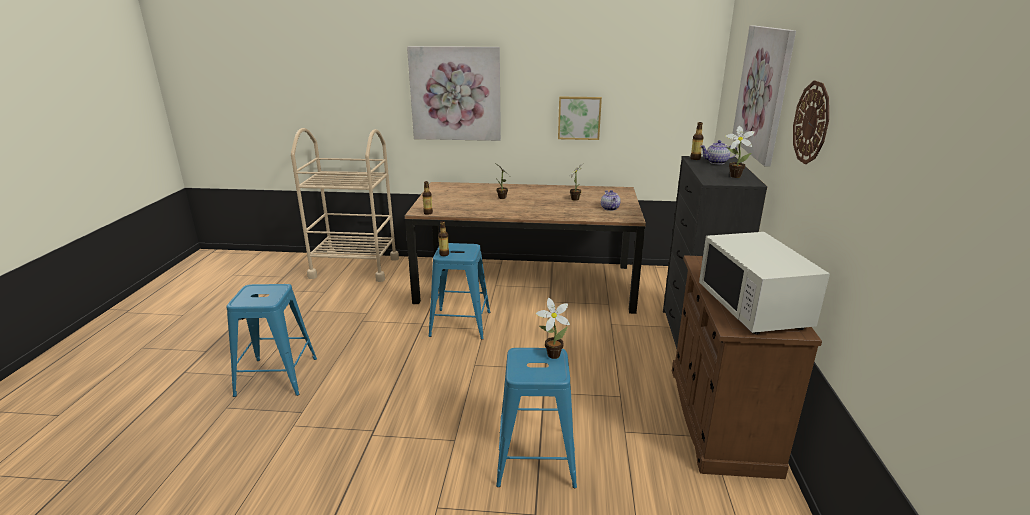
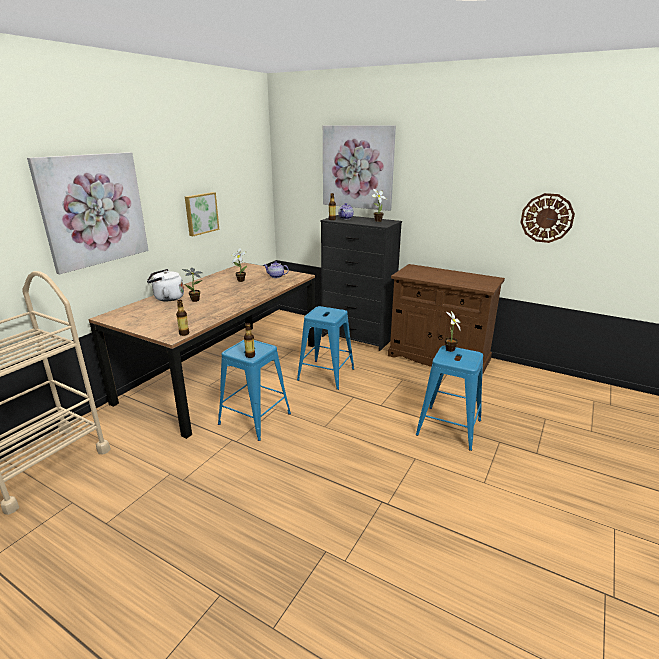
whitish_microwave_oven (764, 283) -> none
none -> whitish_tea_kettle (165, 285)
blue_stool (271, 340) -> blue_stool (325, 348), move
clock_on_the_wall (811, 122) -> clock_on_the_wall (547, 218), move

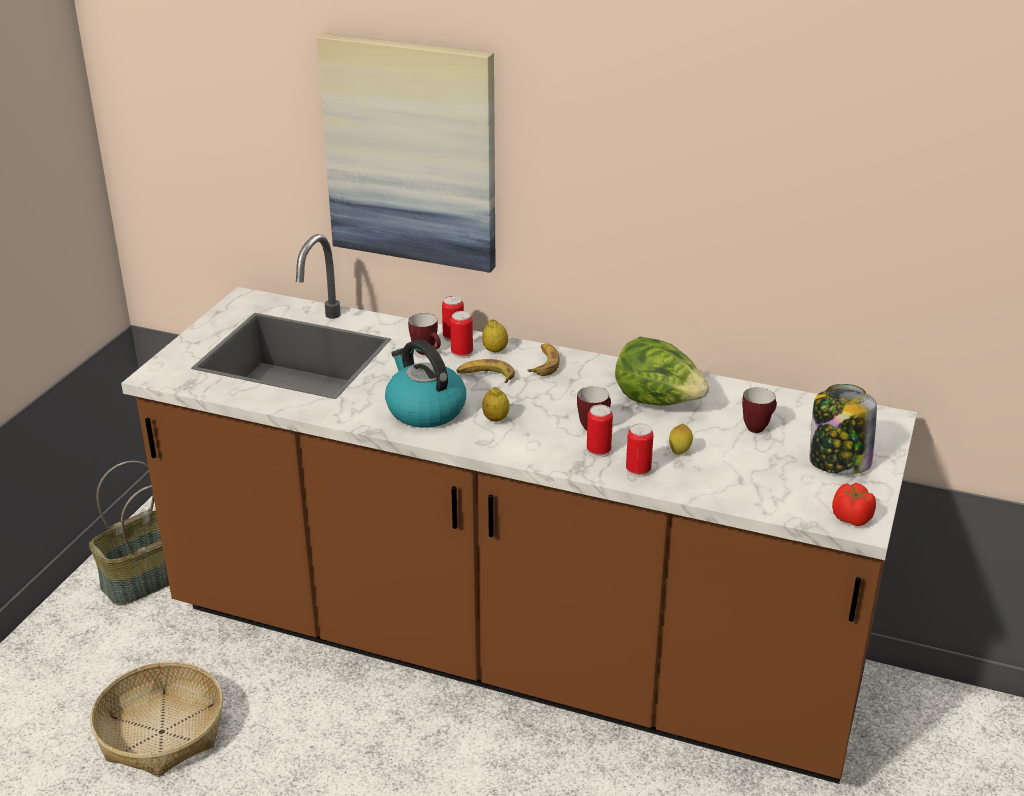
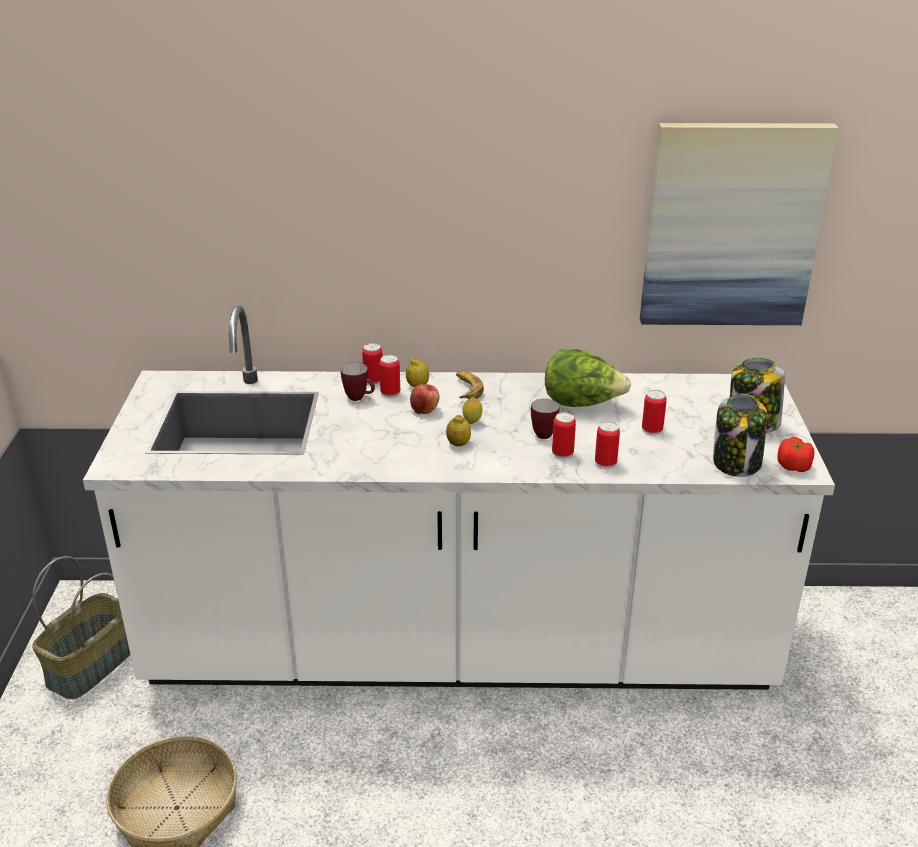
tea_kettle (425, 383) -> none
coffee_mug (759, 410) -> none
none -> can (654, 413)
none -> storage_jar (740, 435)
picture (406, 153) -> picture (739, 224), move
lemon (681, 439) -> lemon (472, 410), move
whole_banana (486, 371) -> apple_fruit (424, 399)
brown_kitchen_base_unit (519, 509) -> whitish_kitchen_base_unit (459, 498)

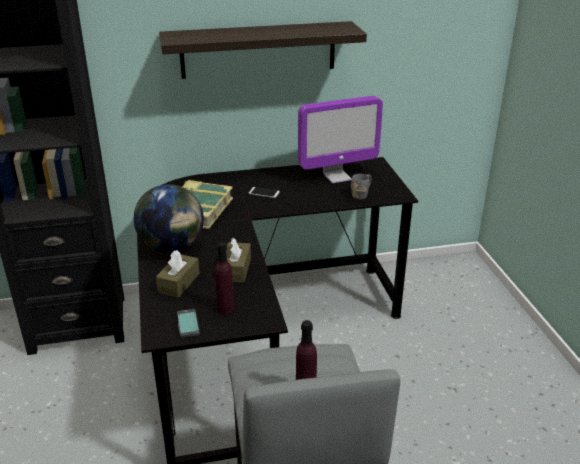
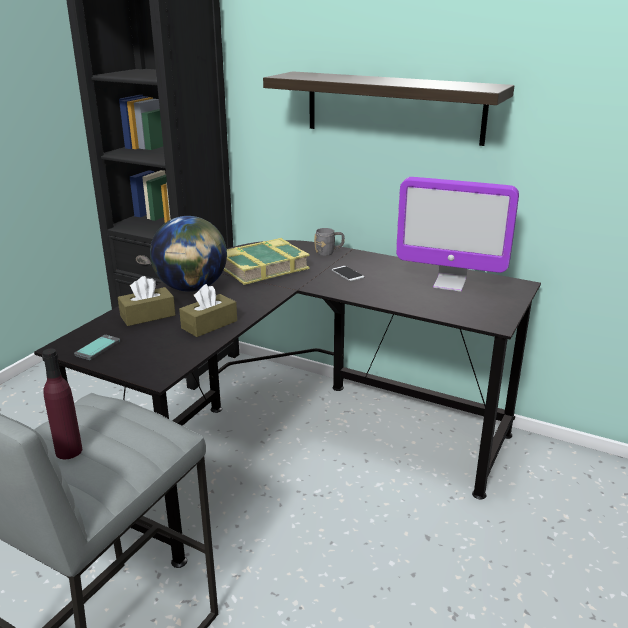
purplish_beverage_bottle (224, 278) -> none
grey_coffee_mug (361, 187) -> grey_coffee_mug (329, 242), move

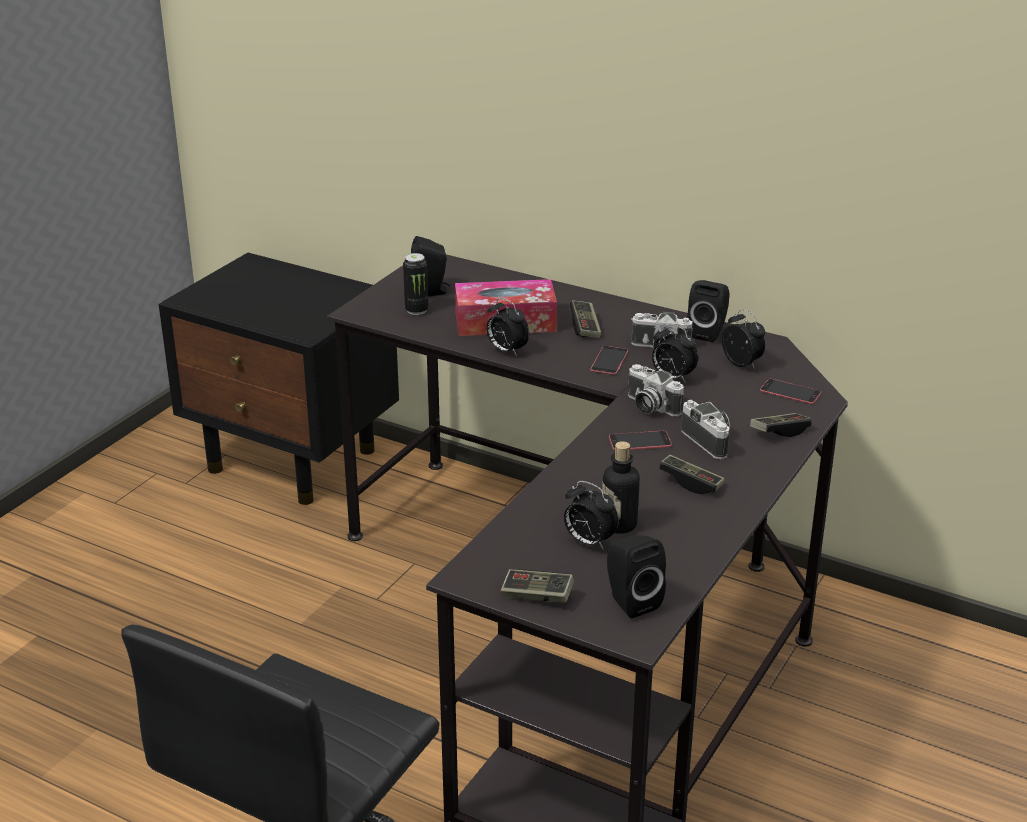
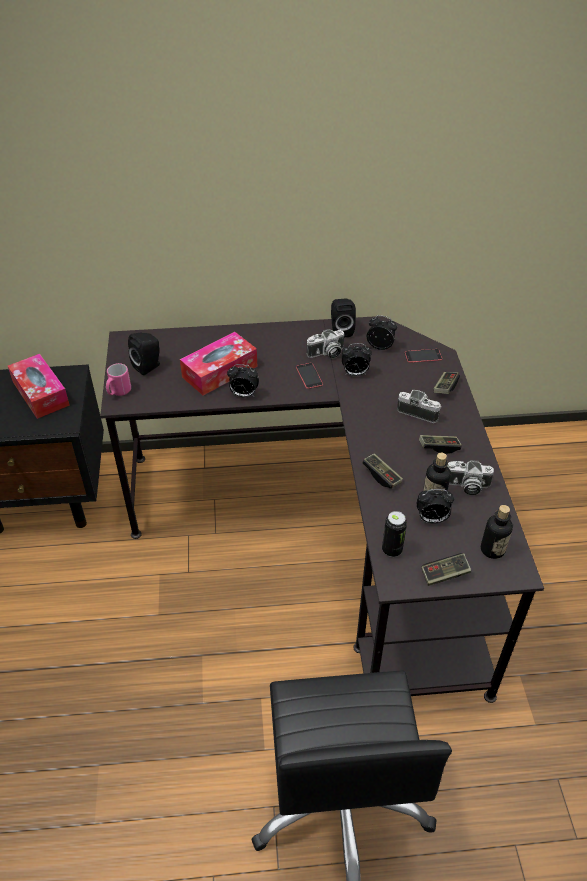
telephone (640, 441) -> none
none -> tissue_box (39, 386)
none -> pinkish_coffee_mug (118, 379)
can (415, 284) -> can (394, 534), move
joypad (585, 319) -> joypad (382, 471), move
still_camera (656, 390) -> still_camera (471, 477), move
blackish_audio_speaker (636, 576) -> beverage_bottle (497, 532)

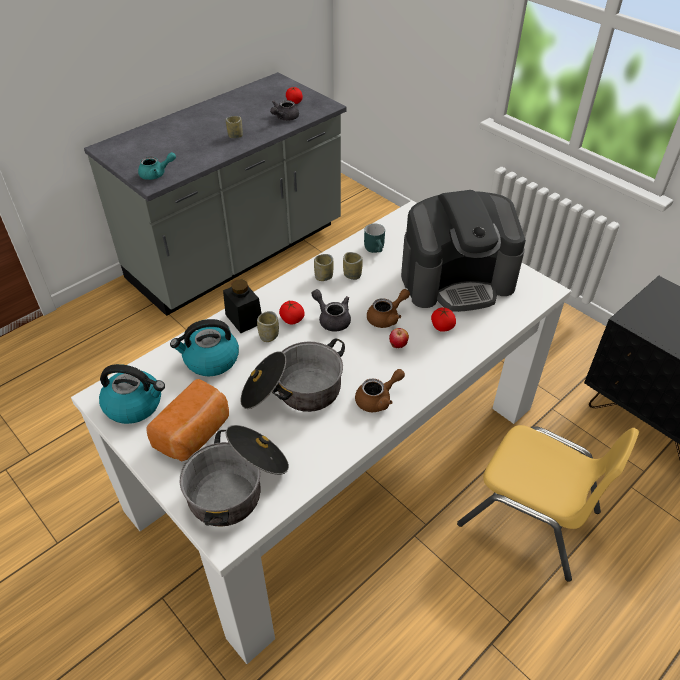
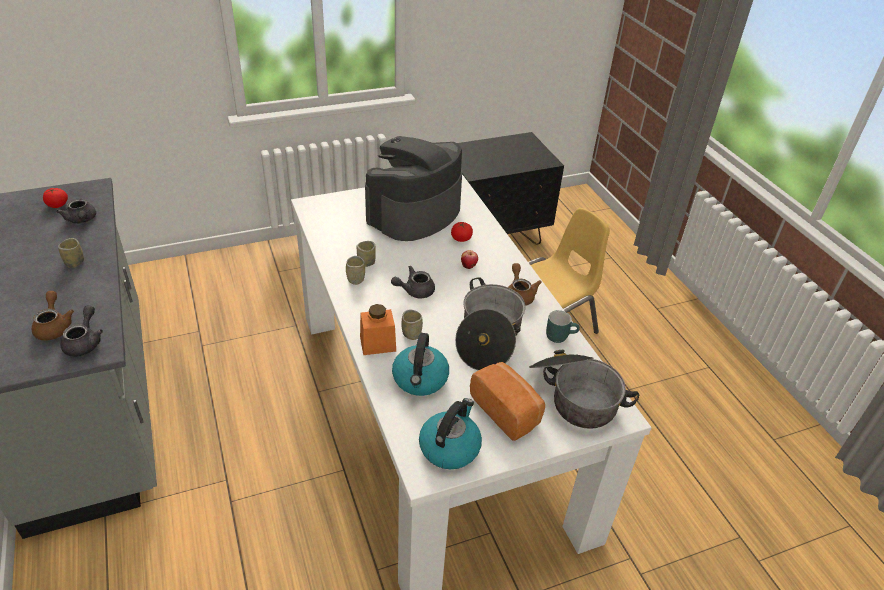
whole_tomato (292, 312) -> none
turquoise_coffee_mug (374, 238) -> turquoise_coffee_mug (563, 326), move
brown_pot_for_tea (388, 308) -> brown_pot_for_tea (53, 315), move
turquoise_pot_for_tea (157, 166) -> grey_pot_for_tea (82, 331)
blackish_storage_jar (242, 306) -> orange-coloured_storage_jar (378, 329)
coffee_maker (463, 251) -> coffee_maker (413, 188), 150 degrees counterclockwise

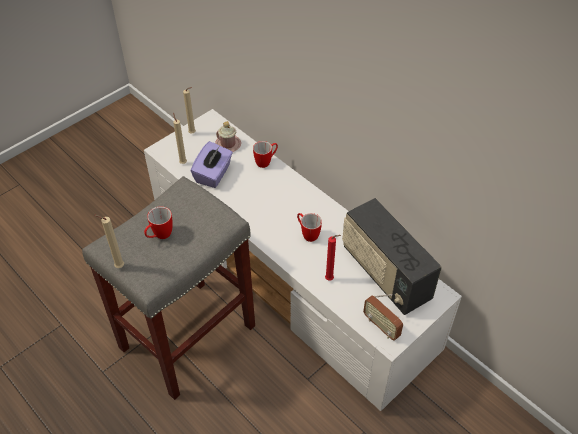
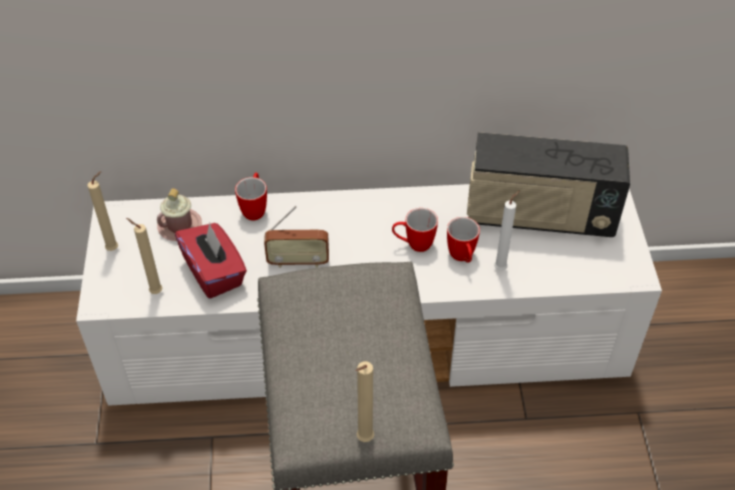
coffee_mug (158, 222) -> coffee_mug (463, 240), move
radio (383, 317) -> radio (296, 237), move
purplish_tissue_box (212, 164) -> reddish_tissue_box (211, 261)
reddish_candle (333, 258) -> whitish_candle (507, 231)

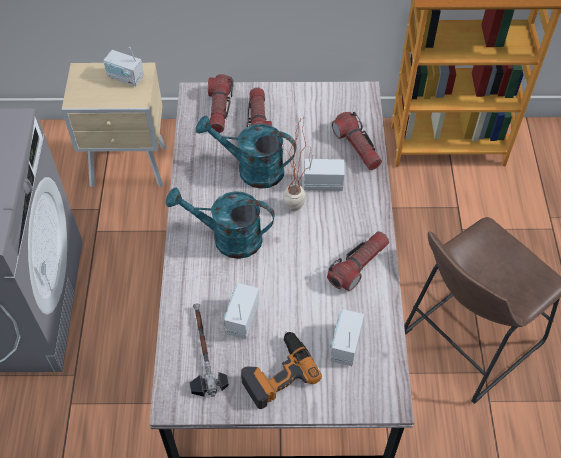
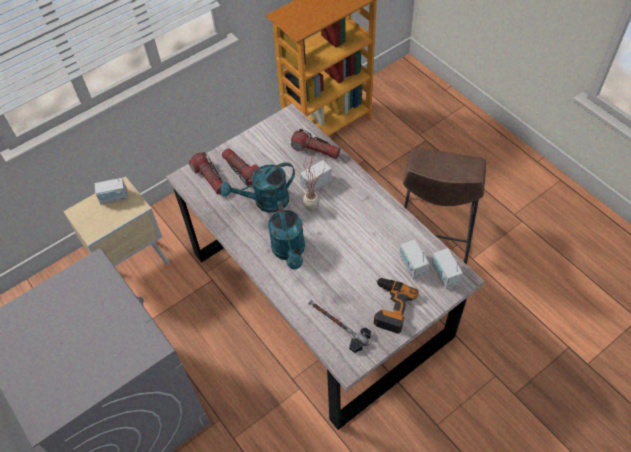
flashlight (358, 261) -> none
radio (241, 311) -> radio (447, 268), move
turquoise_sprinkling_can (220, 223) -> turquoise_sprinkling_can (286, 235), 75 degrees counterclockwise

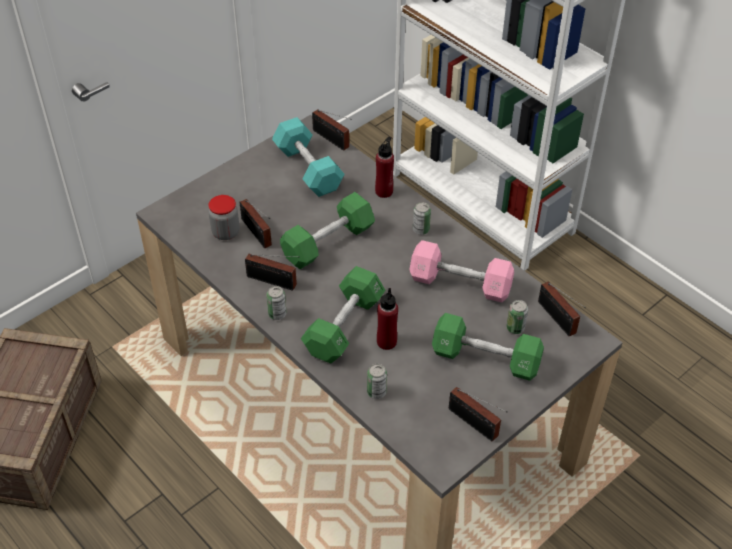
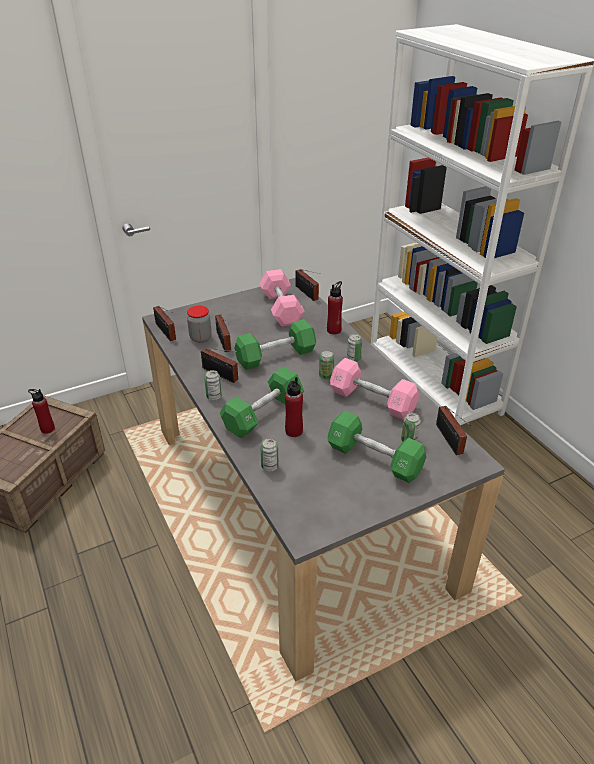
none -> reddish_beverage_bottle (41, 411)
none -> can (326, 365)
radio (478, 414) -> radio (164, 323), move
turquoise_free_weight (308, 157) -> pinkish_free_weight (282, 297)

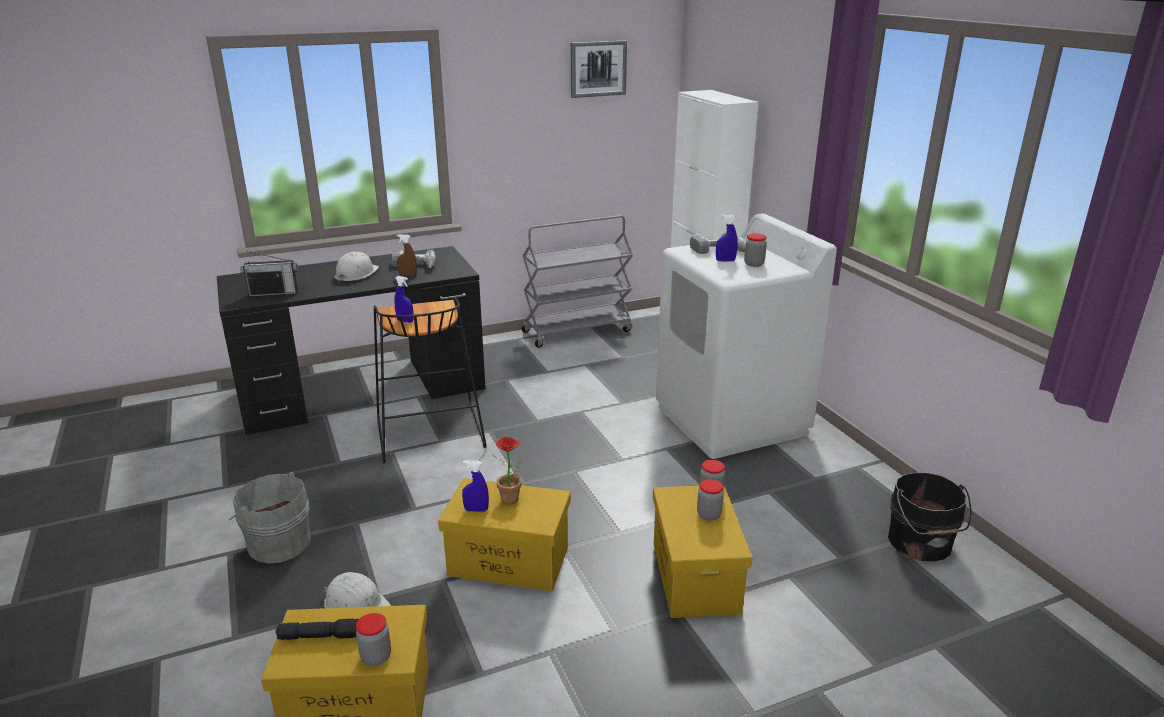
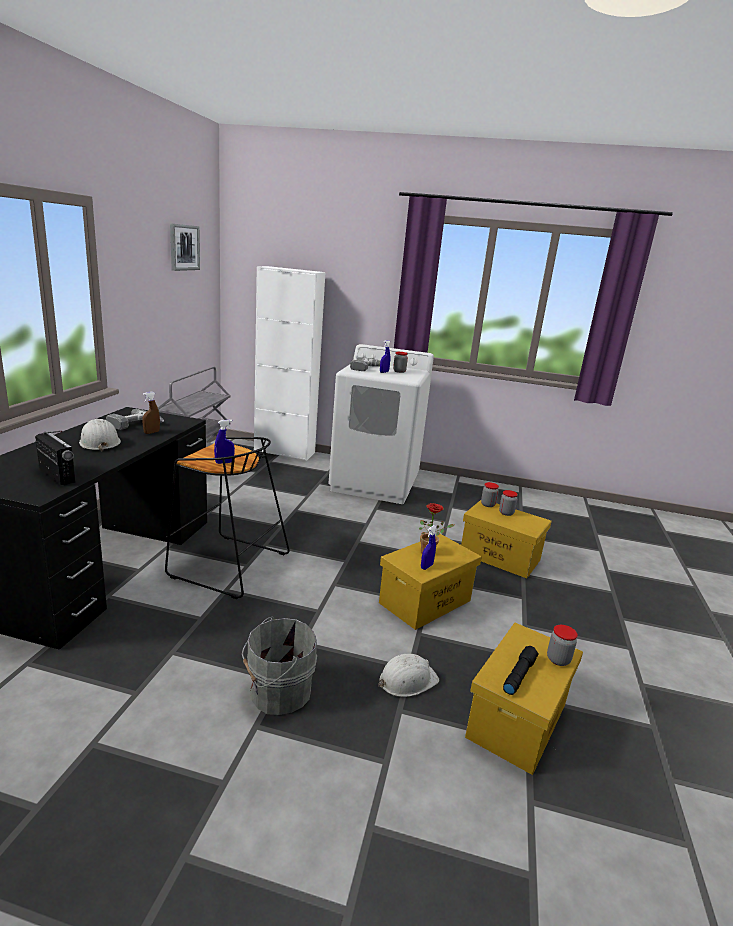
blackish_pail (929, 516) -> none
radio (269, 273) -> radio (55, 458), 75 degrees counterclockwise

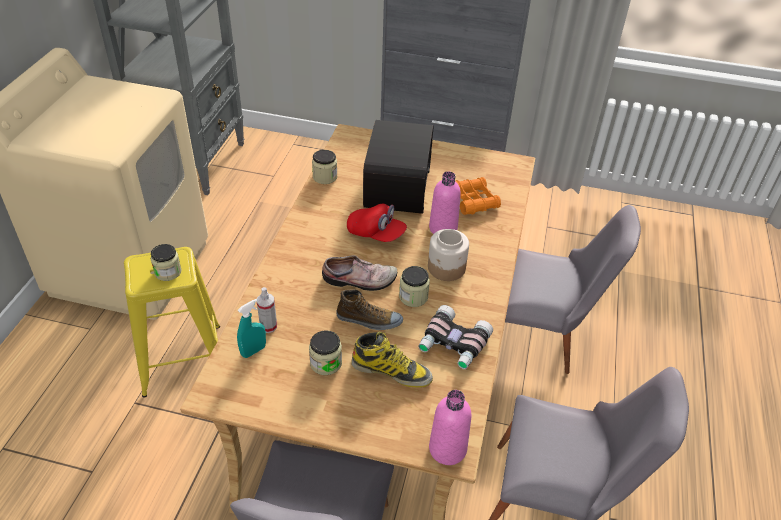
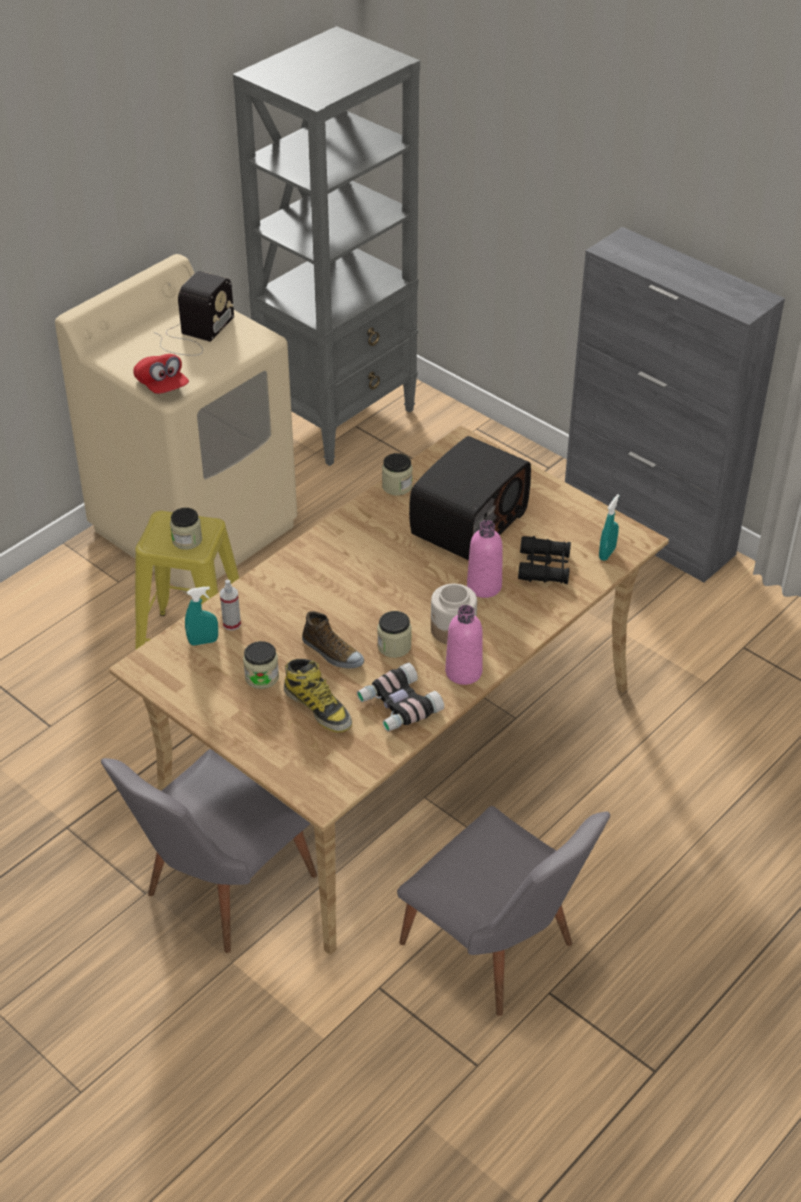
low_shoe (359, 273) -> none
grey_plain_chair (573, 289) -> none
none -> radio (194, 313)
none -> turquoise_hand_sprayer (609, 527)
reddish_peaked_cap (377, 223) -> reddish_peaked_cap (161, 374), move
pinkish_beverage_bottle (450, 427) -> pinkish_beverage_bottle (464, 645), move
orange-coloured_binoculars (478, 196) -> blackish_binoculars (544, 560)

